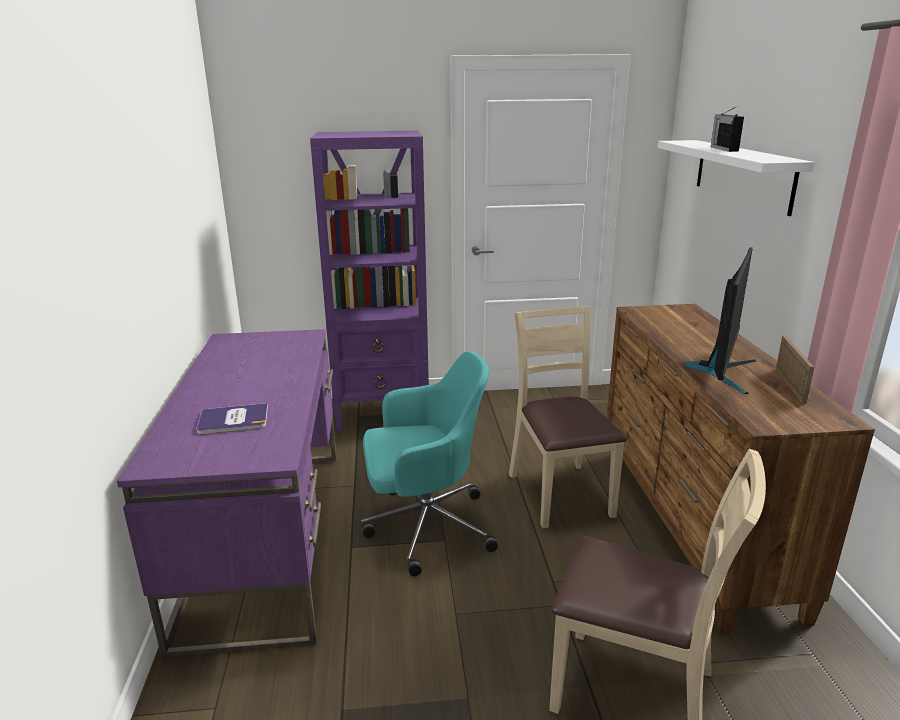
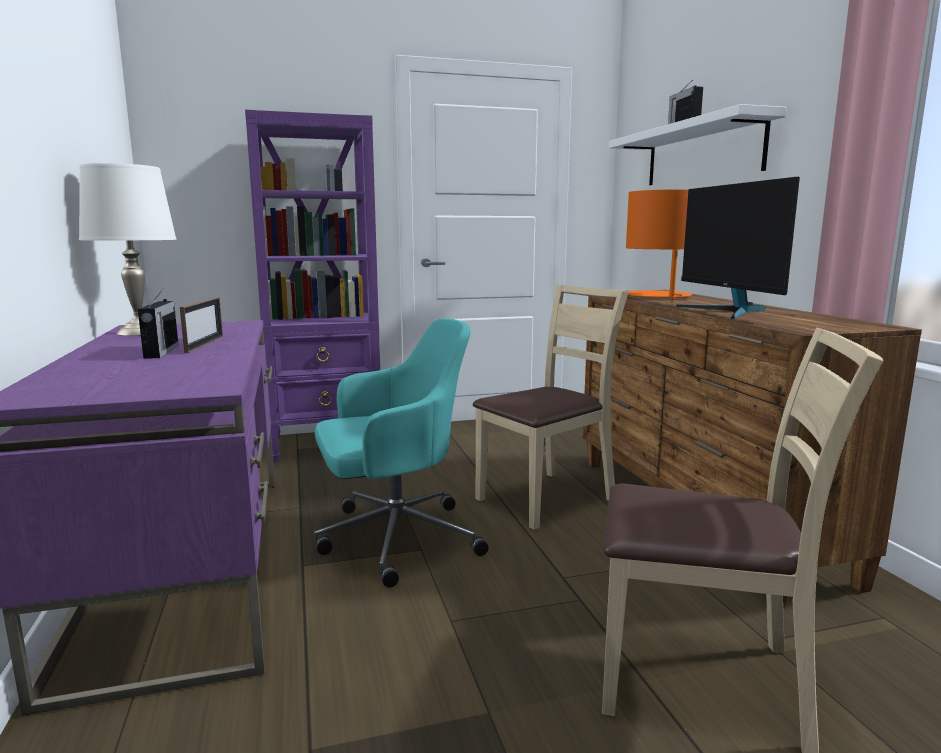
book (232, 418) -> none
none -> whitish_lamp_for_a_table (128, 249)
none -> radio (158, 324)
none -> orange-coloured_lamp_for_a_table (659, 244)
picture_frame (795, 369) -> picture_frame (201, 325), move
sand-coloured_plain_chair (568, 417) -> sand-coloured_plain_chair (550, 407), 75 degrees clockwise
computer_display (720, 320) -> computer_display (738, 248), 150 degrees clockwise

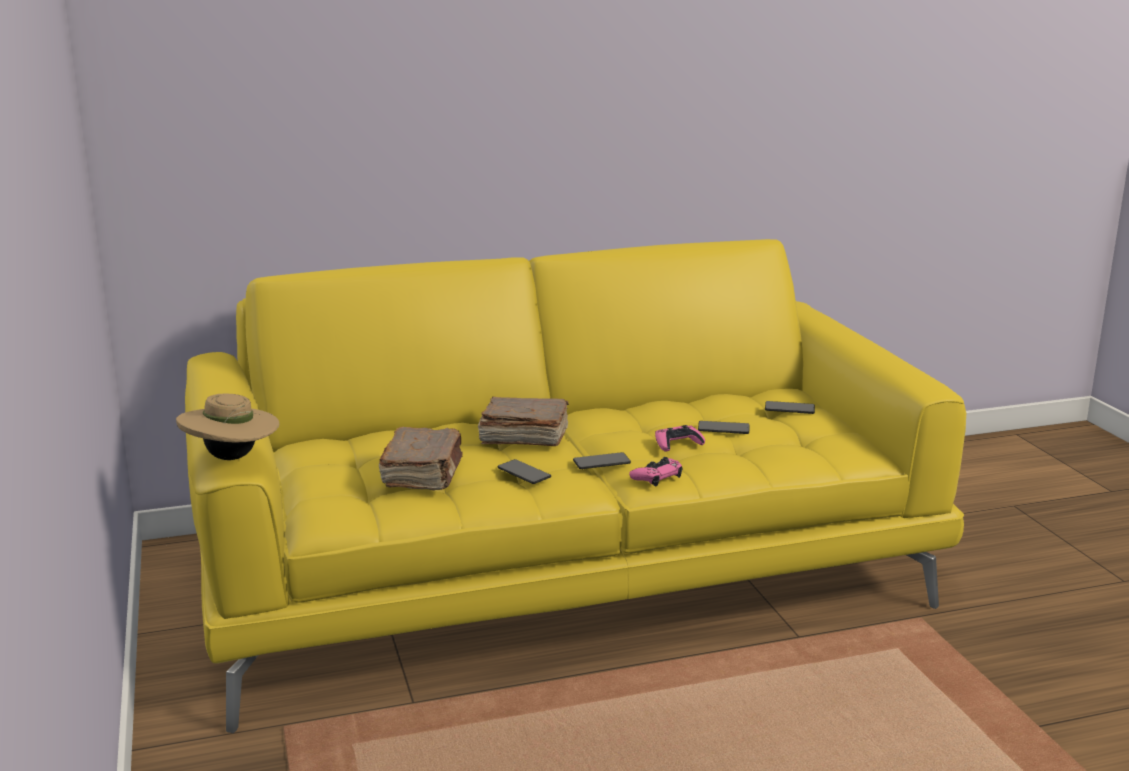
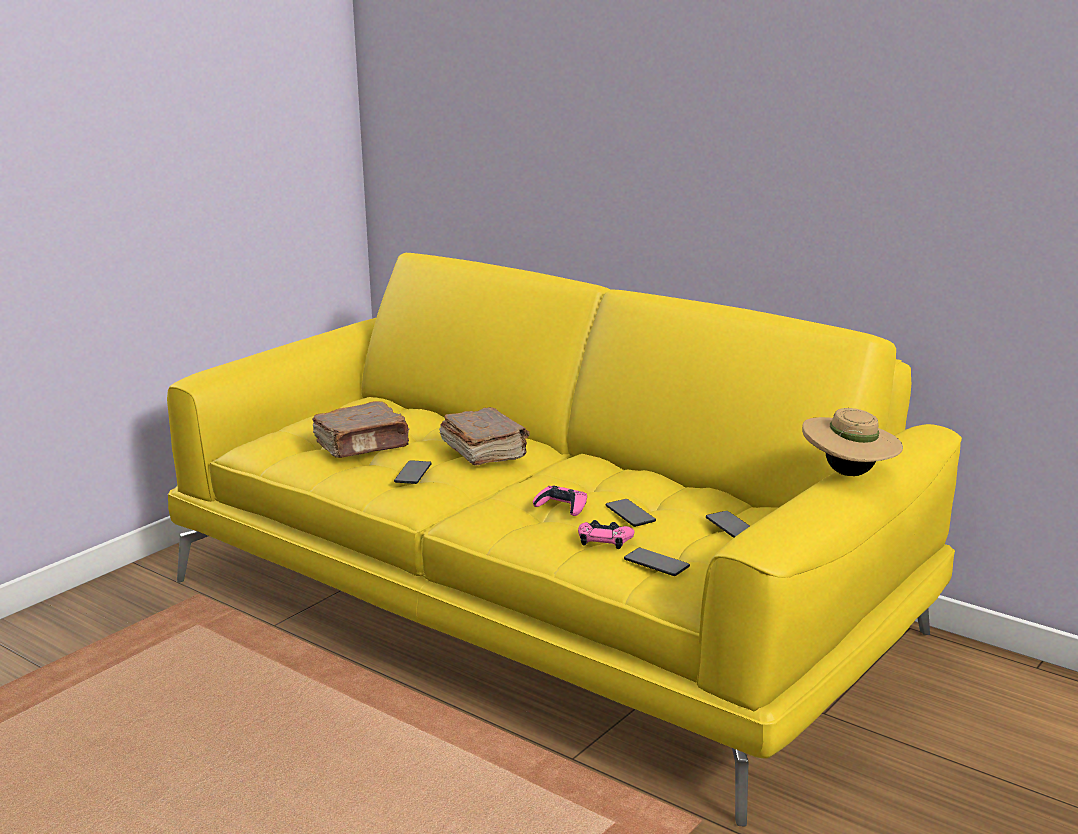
sand-coloured_clothing_hat (228, 426) -> sand-coloured_clothing_hat (852, 442), move
telephone (602, 460) -> telephone (657, 562), move
pinkish_joypad (655, 471) -> pinkish_joypad (606, 534), move

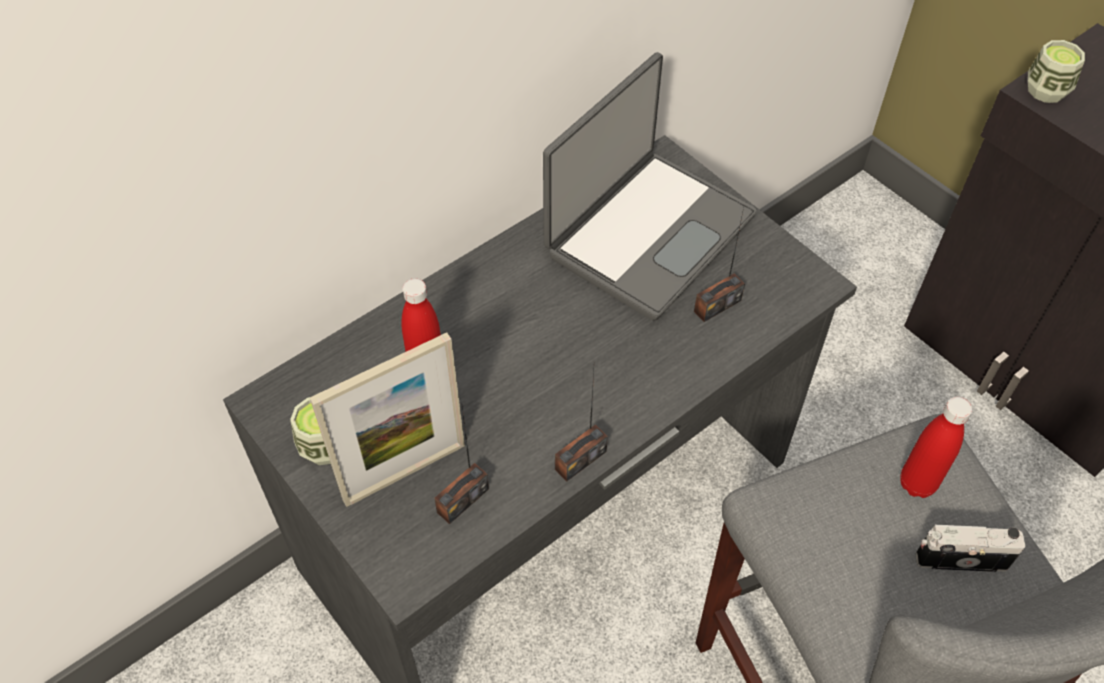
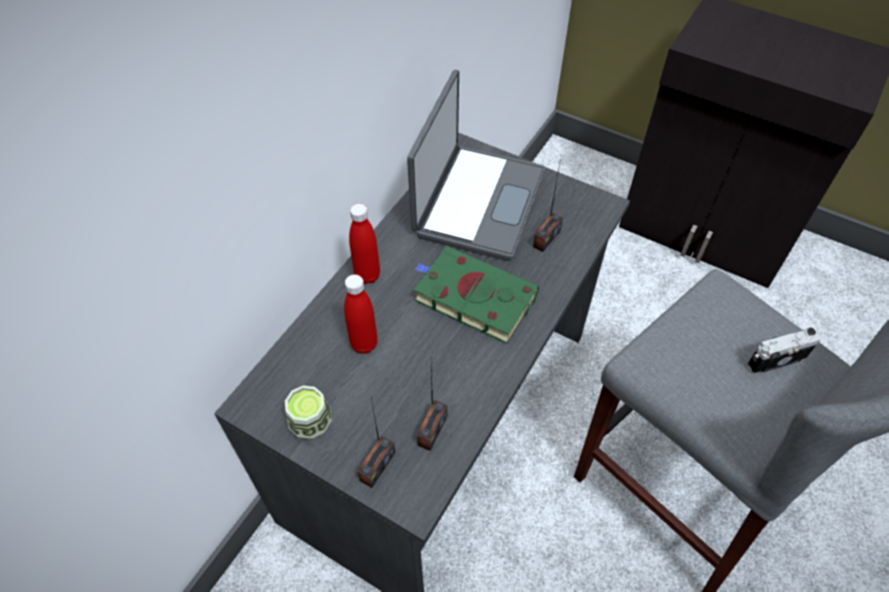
picture_frame (387, 419) -> none
drinking_cup (1056, 71) -> none
none -> green-coloured_book (476, 295)
radio (581, 426) -> radio (376, 442), move
reddish_beverage_bottle (936, 447) -> reddish_beverage_bottle (364, 244), move

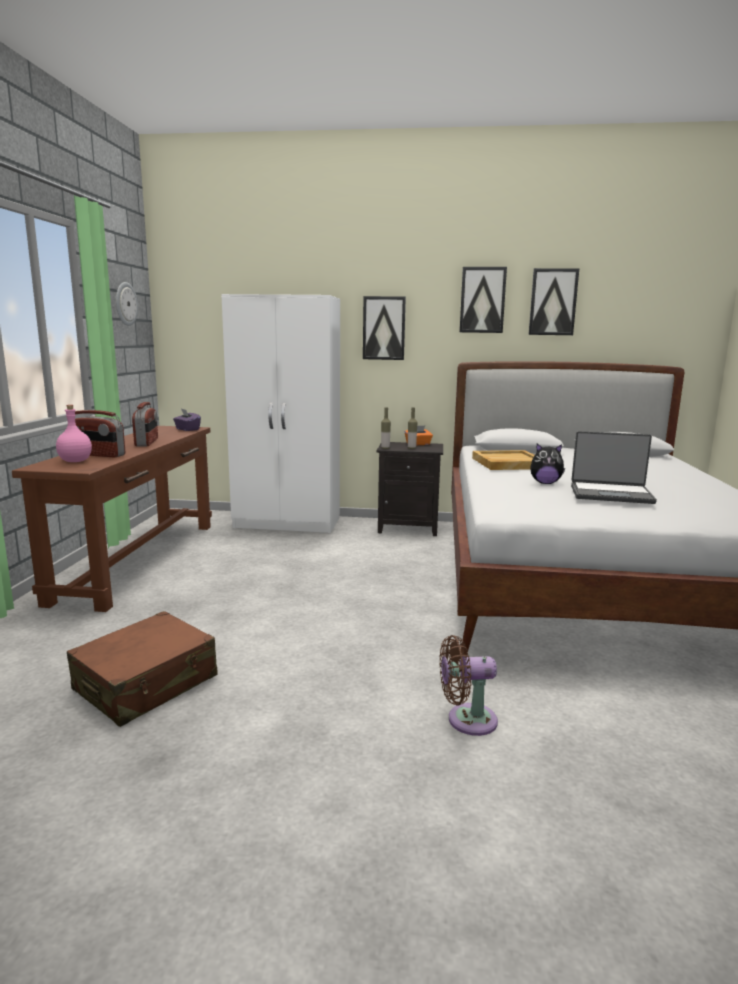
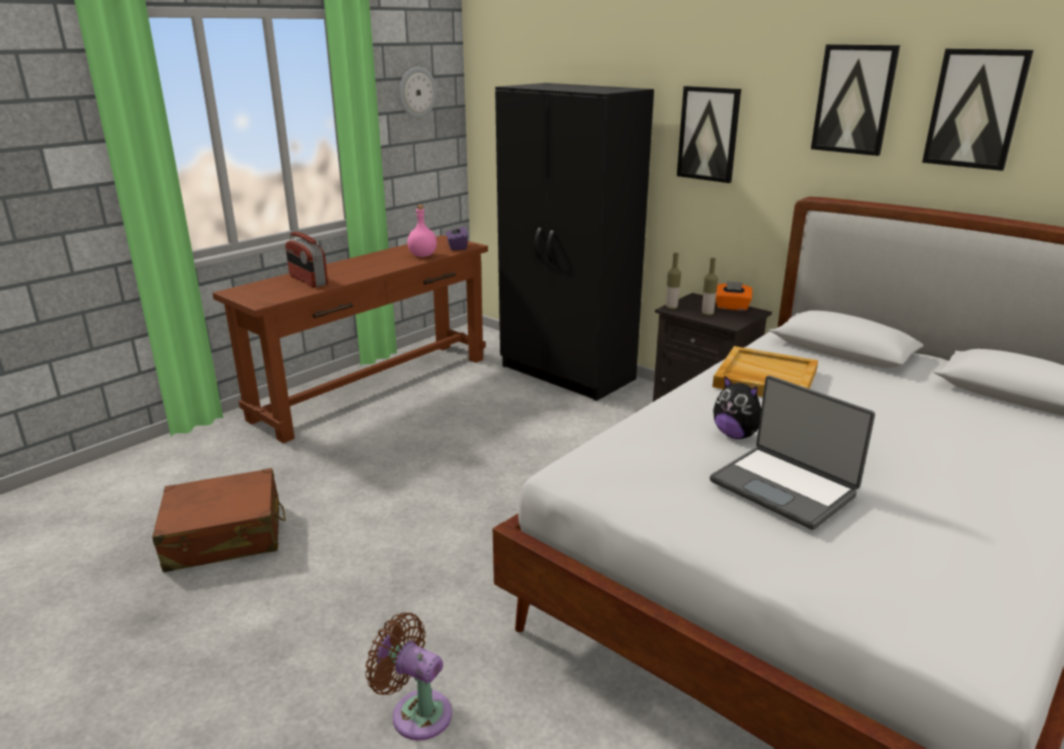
radio (145, 424) -> none
pinkish_beverage_bottle (74, 433) -> pinkish_beverage_bottle (422, 231), move
whitish_clothes_cupboard (280, 413) -> blackish_clothes_cupboard (574, 242)

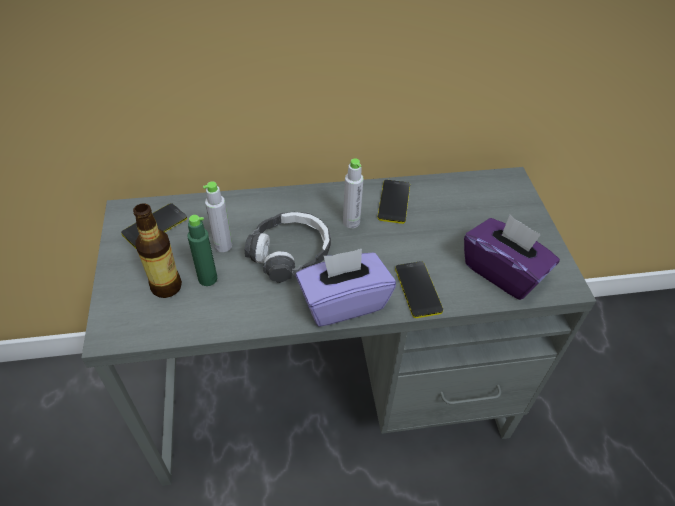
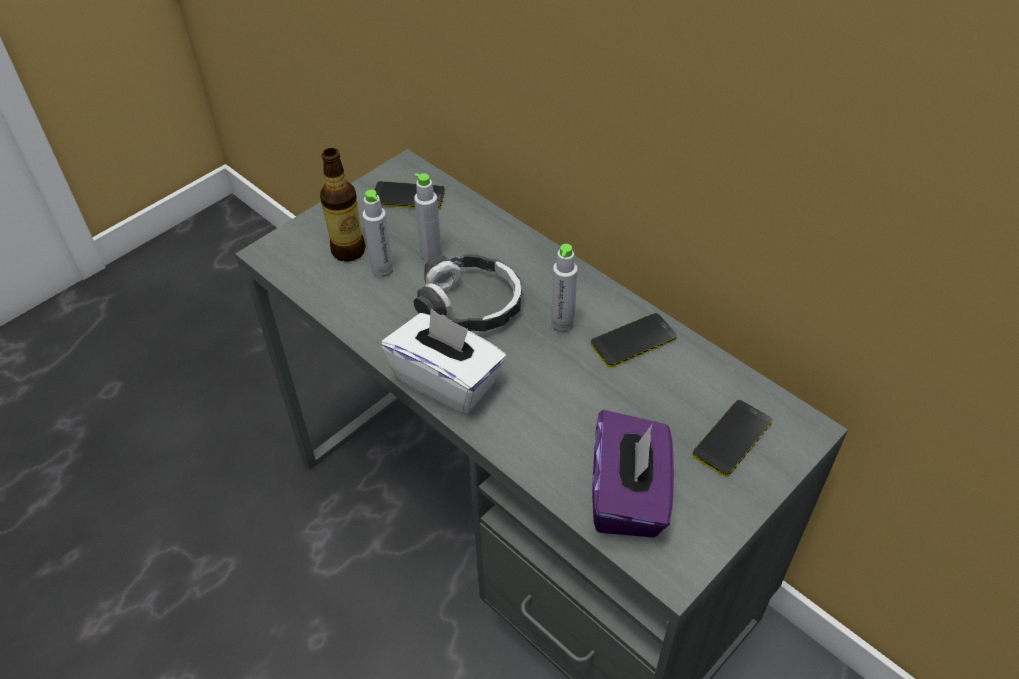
telephone (419, 289) -> telephone (732, 438), move
green-coloured_beverage_bottle (202, 250) -> grey_beverage_bottle (378, 234)
purplish_tissue_box (346, 288) -> whitish_tissue_box (443, 361)

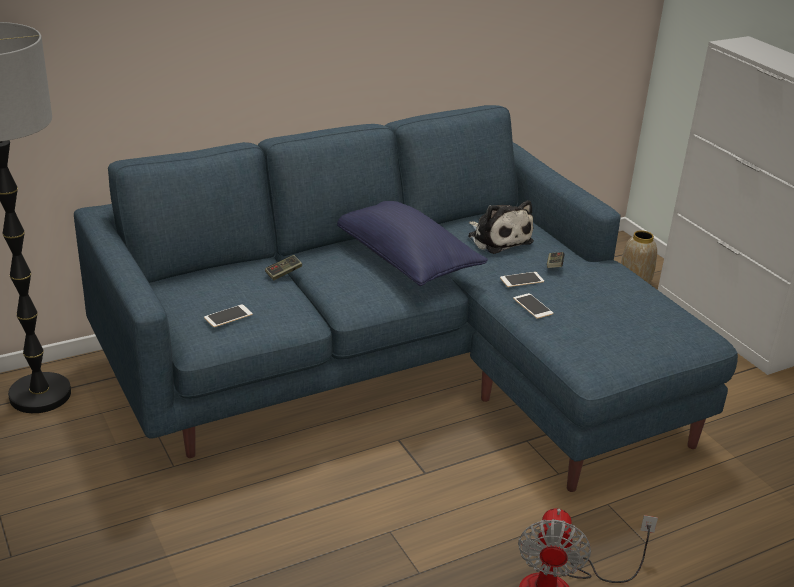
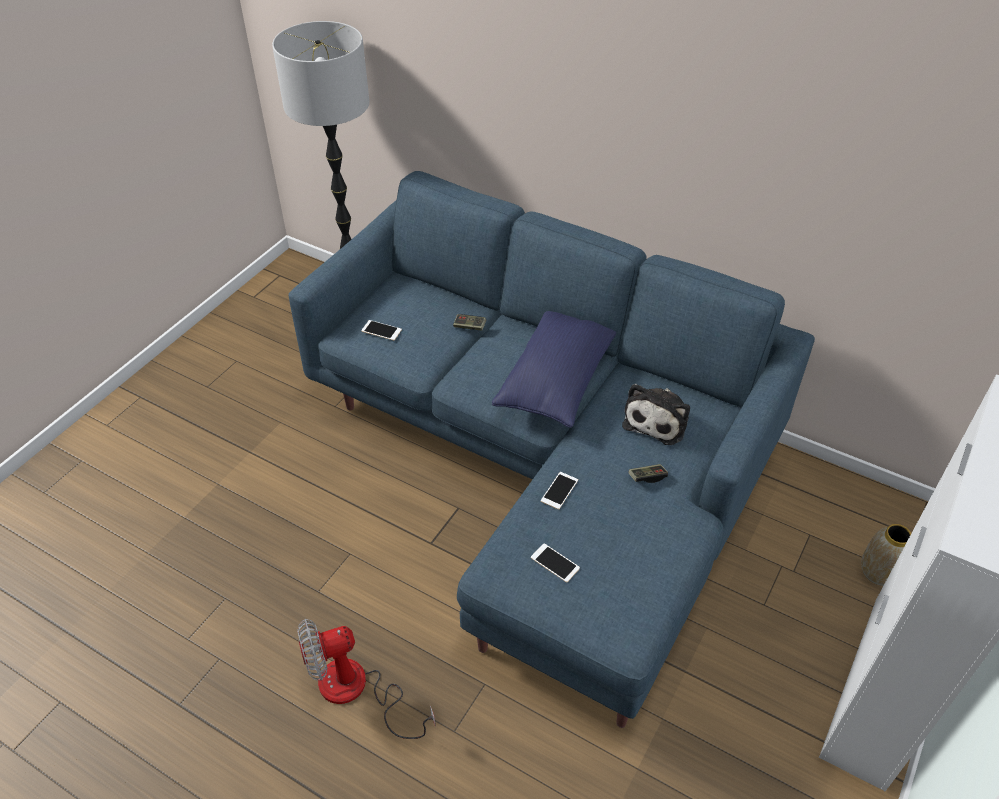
telephone (522, 279) -> telephone (555, 562), move

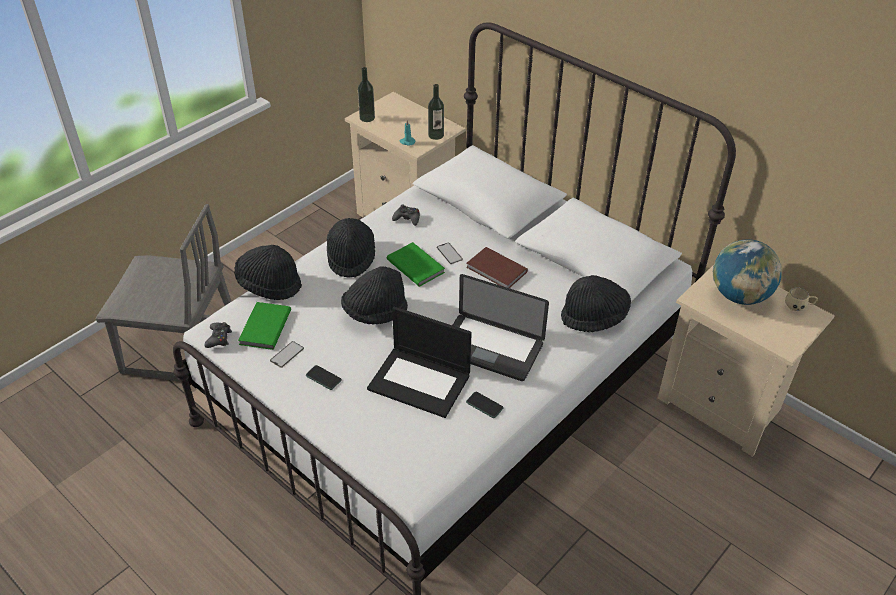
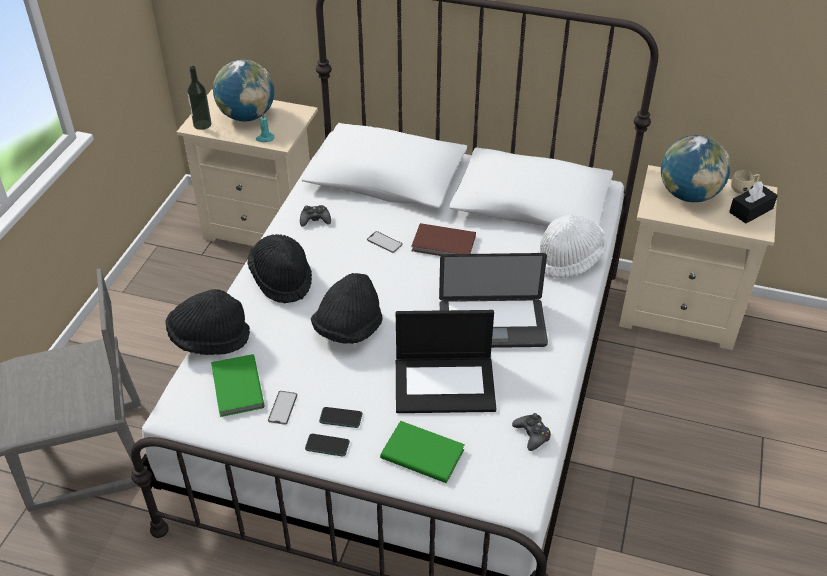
beverage_bottle (436, 112) -> none
none -> desk_globe (243, 91)
none -> blackish_tissue_box (753, 202)
blackish_joypad (218, 335) -> blackish_joypad (531, 432), move
green-coloured_book (416, 264) -> green-coloured_book (422, 452), move
telephone (485, 405) -> telephone (327, 445), move
blackish_clothing_hat (596, 303) -> whitish_clothing_hat (572, 246)

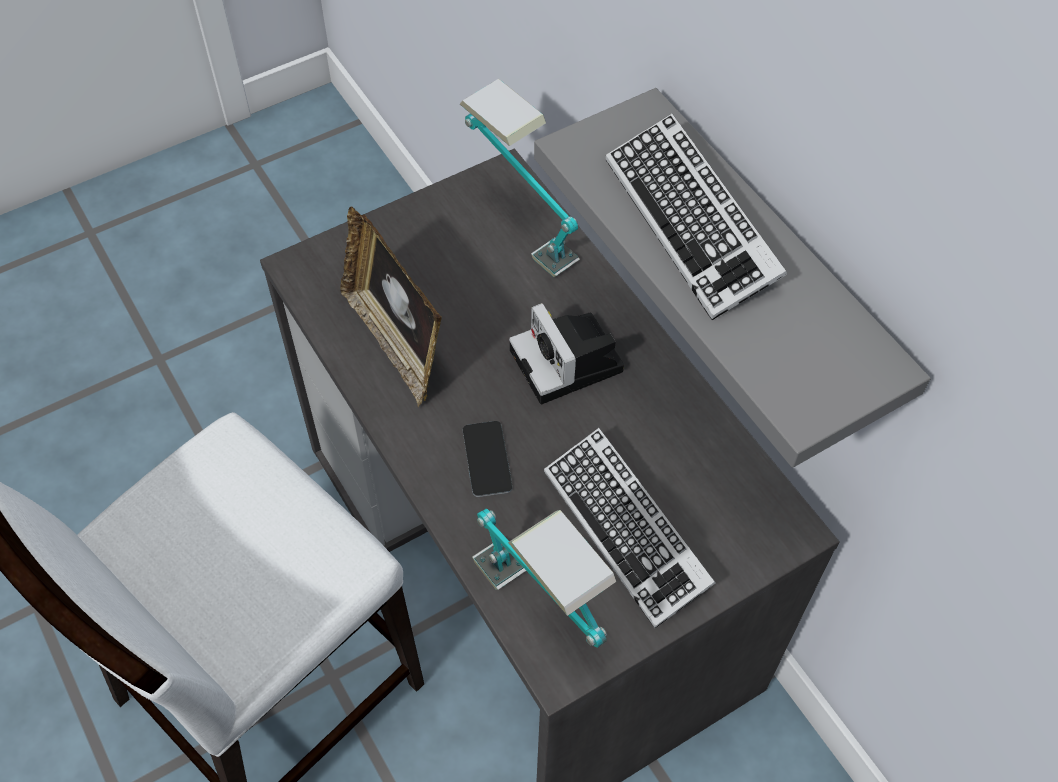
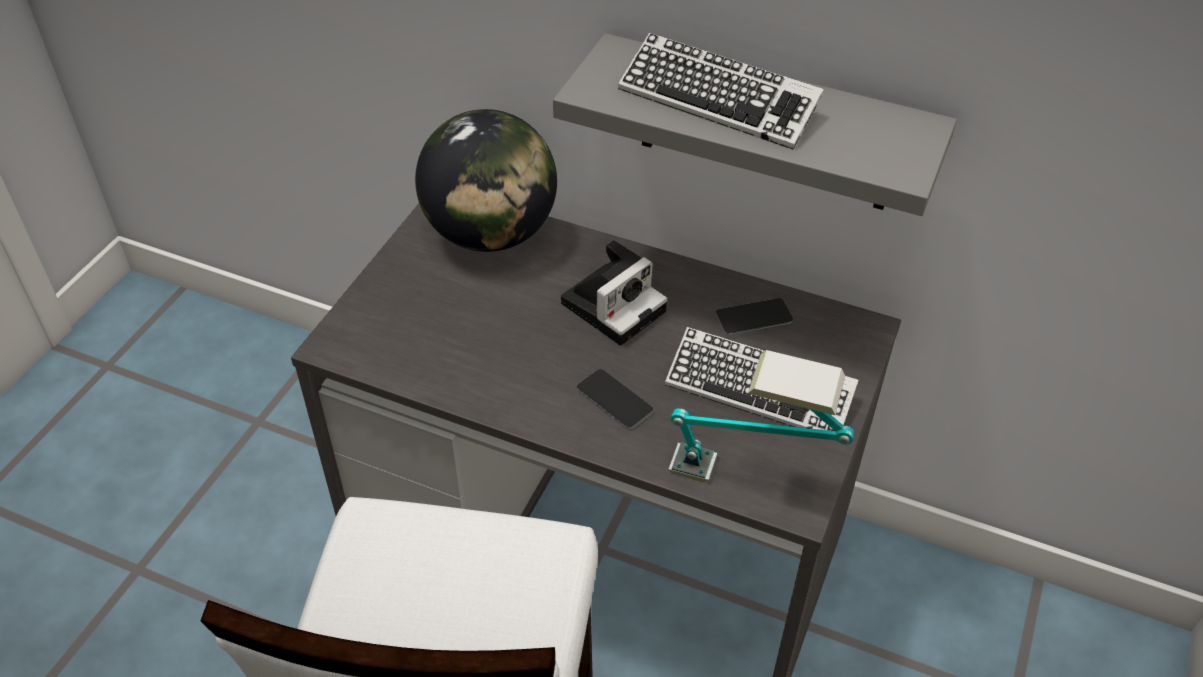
picture_frame (391, 307) -> none
none -> telephone (754, 316)
lamp_for_a_table (520, 178) -> desk_globe (486, 180)
still_camera (566, 353) -> still_camera (614, 293), 75 degrees counterclockwise

